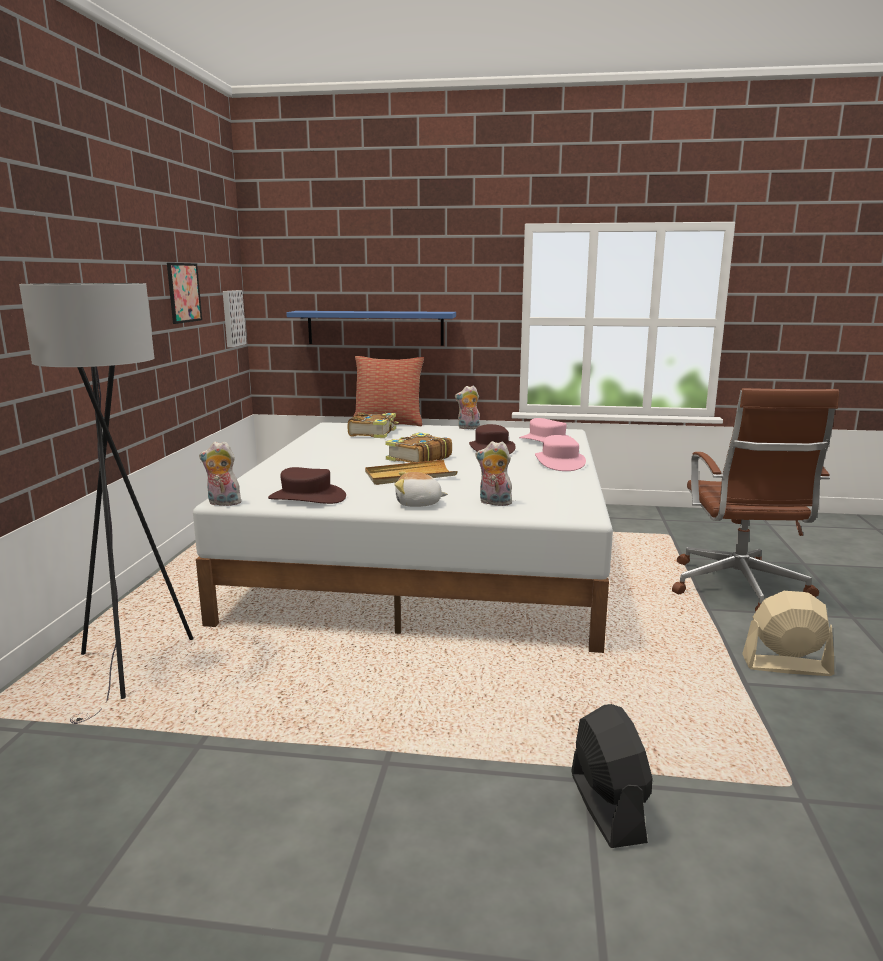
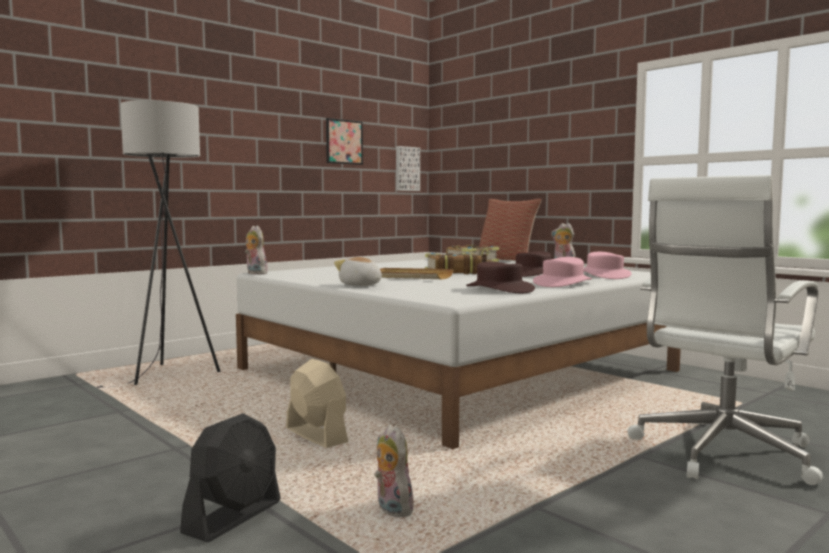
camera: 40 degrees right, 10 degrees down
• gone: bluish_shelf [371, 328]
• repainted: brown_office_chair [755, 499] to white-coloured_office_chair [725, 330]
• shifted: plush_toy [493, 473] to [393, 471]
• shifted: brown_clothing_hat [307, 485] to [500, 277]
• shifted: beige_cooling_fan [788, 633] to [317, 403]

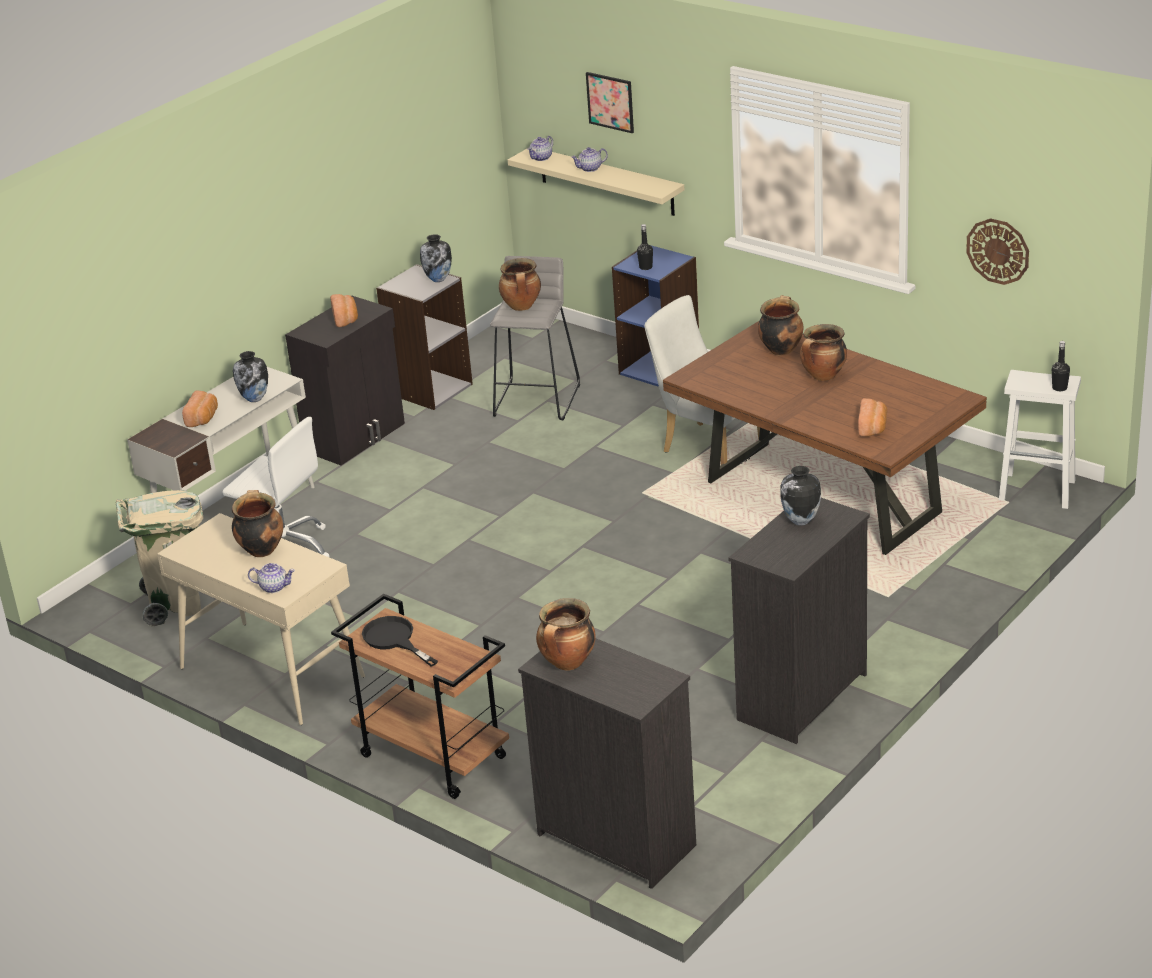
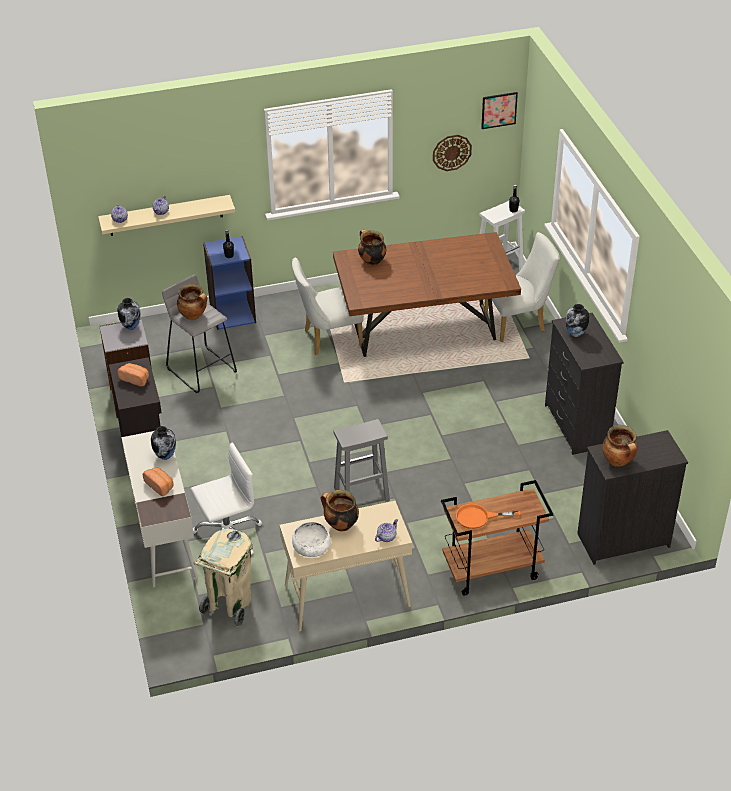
camera: 55 degrees left, 10 degrees up
• shifted: wall_art [610, 102] to [499, 110]
• gone: cooking_pot [823, 352]
• gone: bread [872, 417]
• repainted: blackish_skillet [400, 641] to orange_skillet [488, 516]
• new: white-coloured_chair [522, 287]
• new: greyish_sitting_stool [362, 460]
• new: white-coloured_deep_dish [311, 539]

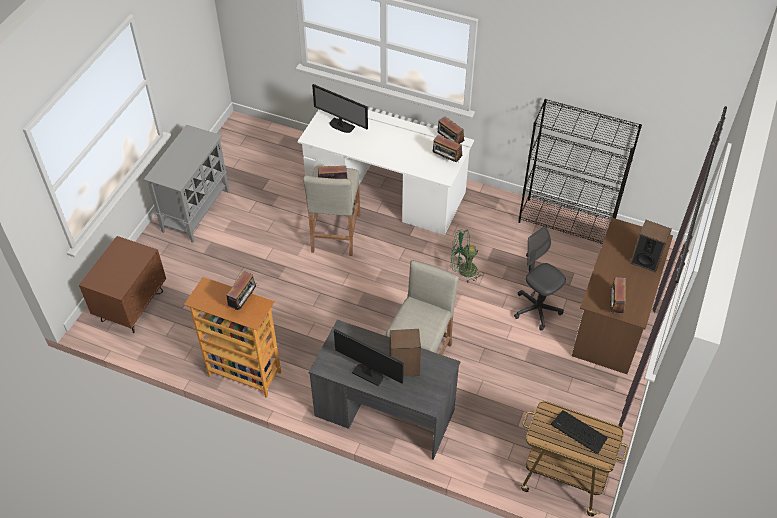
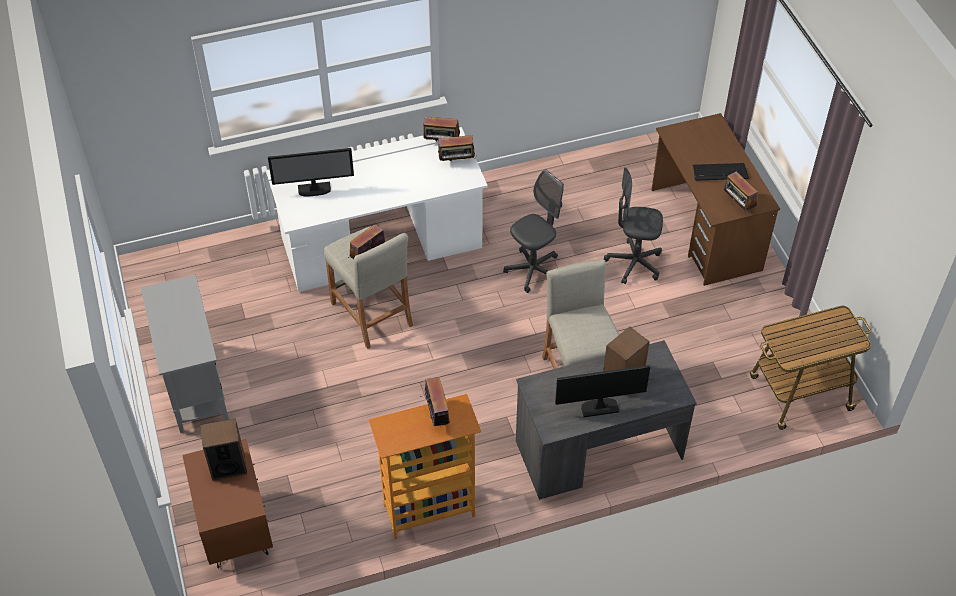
camera: 40 degrees left, 0 degrees up
• gone: blackish_bookshelf [580, 171]
• shifted: audio_speaker [651, 246] to [223, 449]
• swapped: green_cooling_fan [467, 256] to greyish_office_chair [533, 231]
• shifted: PC_keyboard [579, 432] to [721, 171]

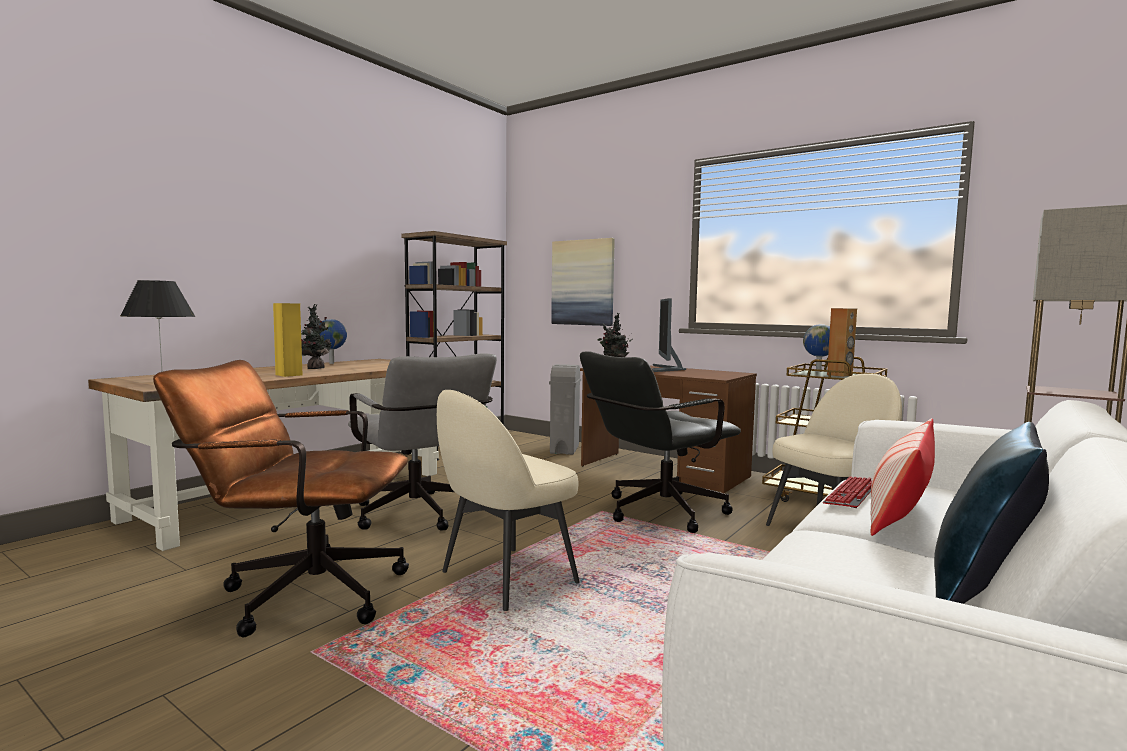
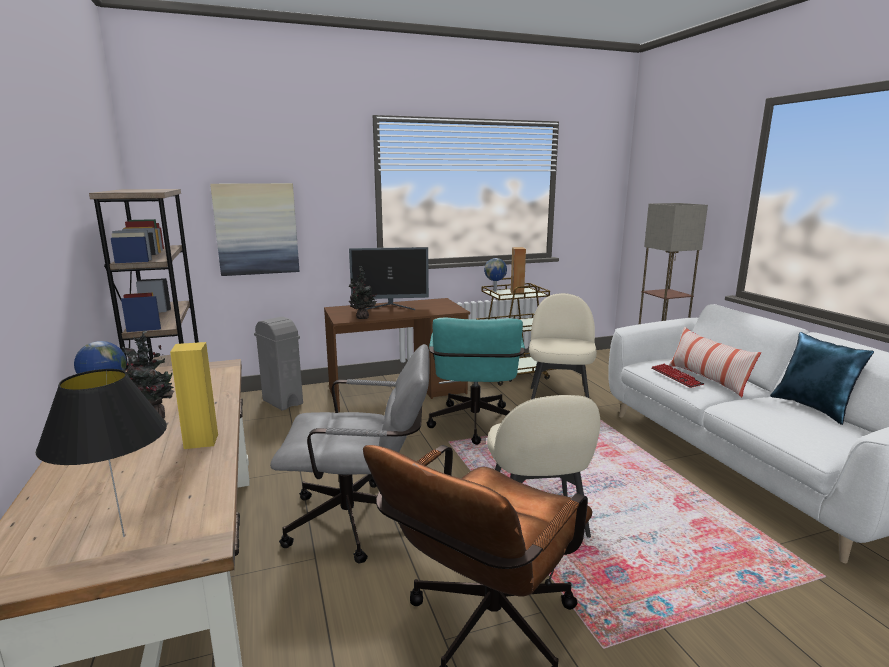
camera: 55 degrees left, 10 degrees up
• rotated: monitor [669, 335] = [389, 278] 45 degrees counterclockwise
• repainted: blackish_office_chair [660, 442] to turquoise-coloured_office_chair [476, 381]

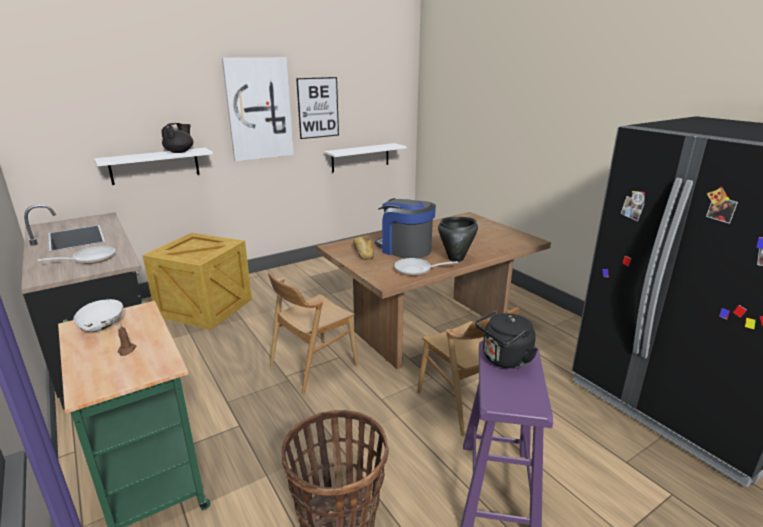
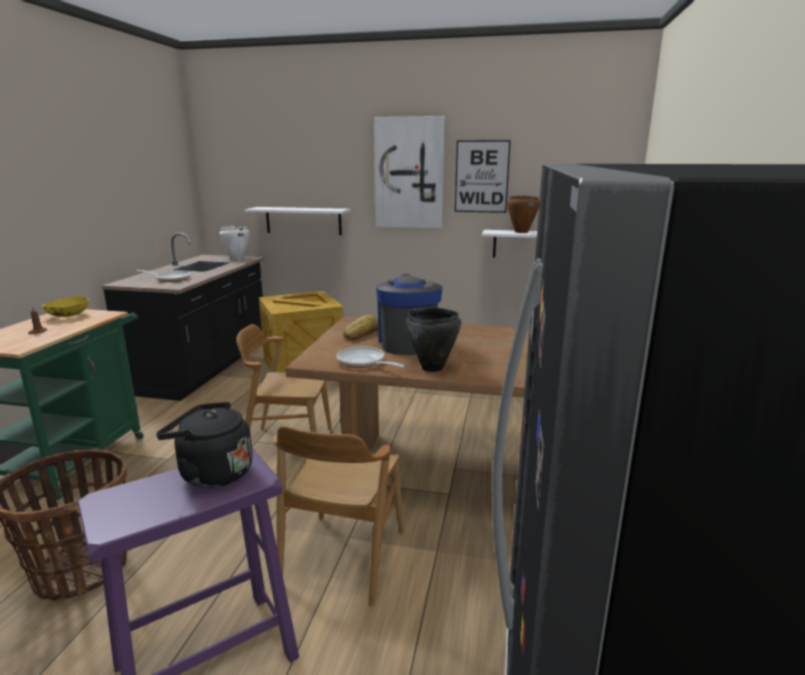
camera: 45 degrees right, 5 degrees down
• gone: blackish_teapot [177, 138]
• repainted: white-coloured_deep_dish [98, 315] to yellow-coloured_deep_dish [65, 306]
• new: brown_cooking_pot [523, 214]
• new: white-coloured_cooking_pot [234, 243]

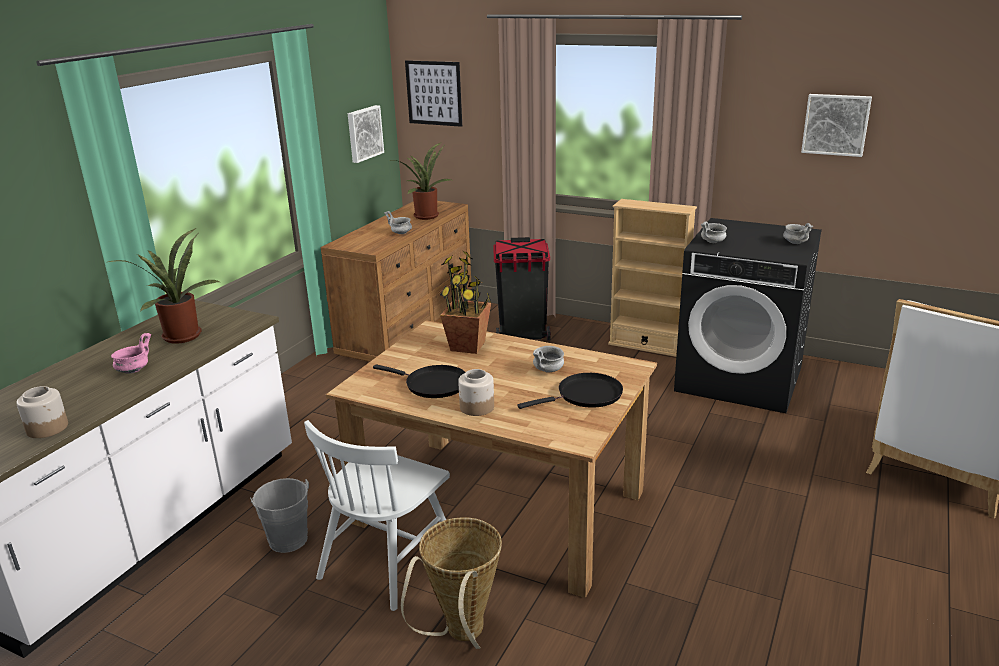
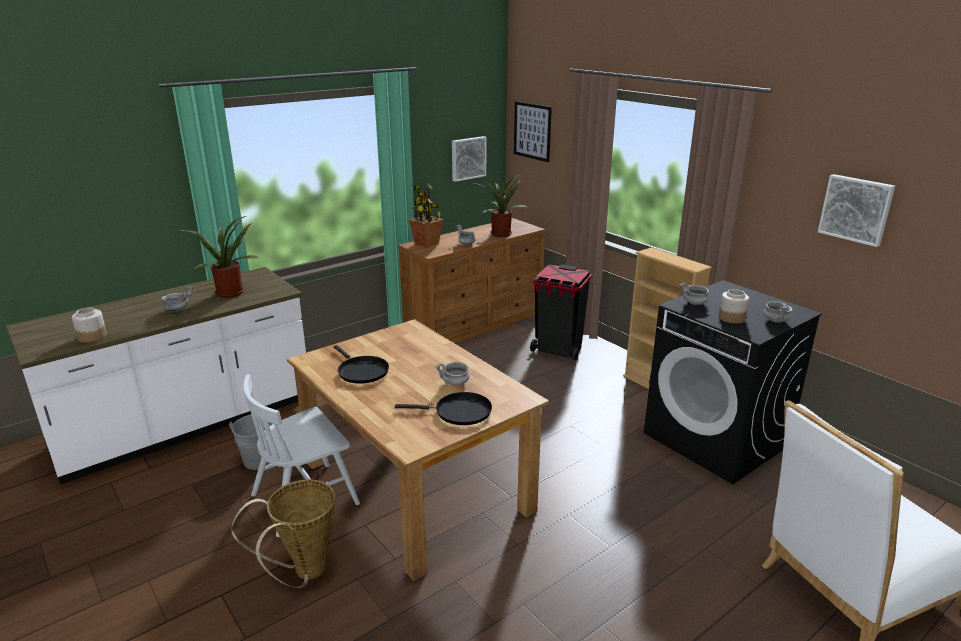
camera: 25 degrees right, 0 degrees up
• shifted: plant_in_a_pot [466, 302] to [426, 216]
• repainted: pink_deep_dish [131, 353] to greyish_deep_dish [178, 298]
• shifted: jar [476, 392] to [734, 306]

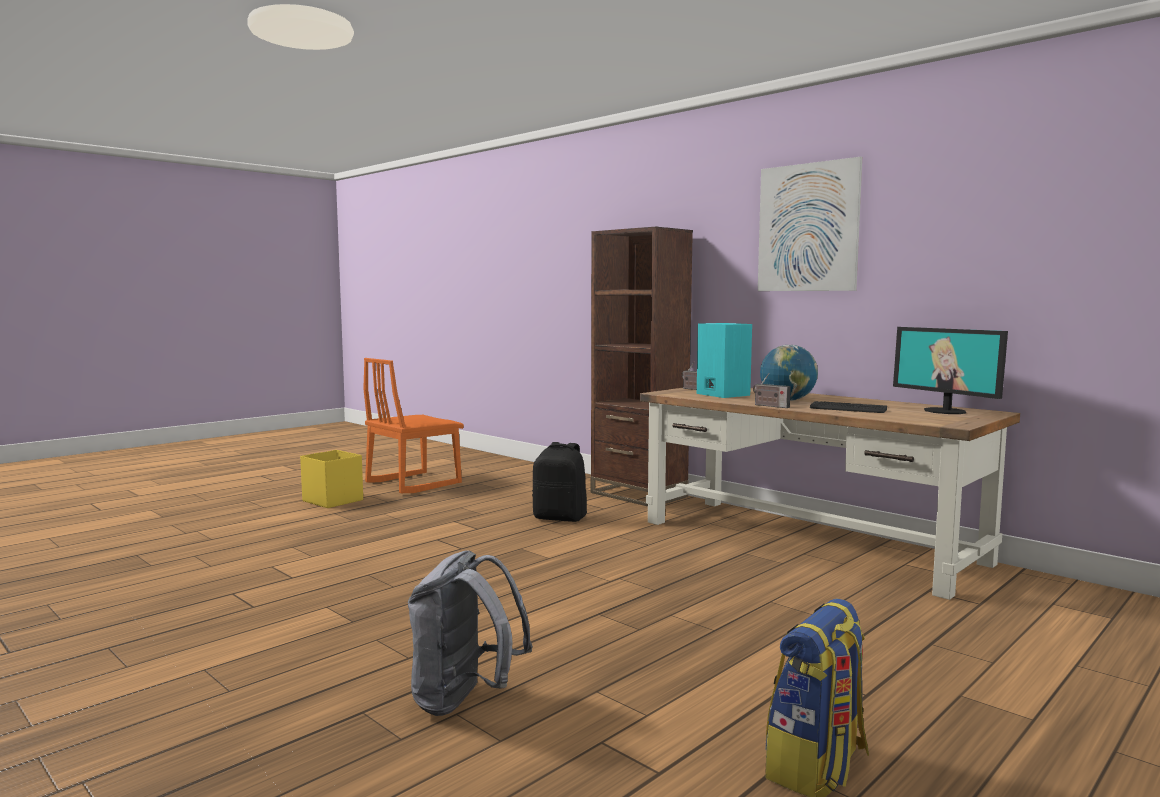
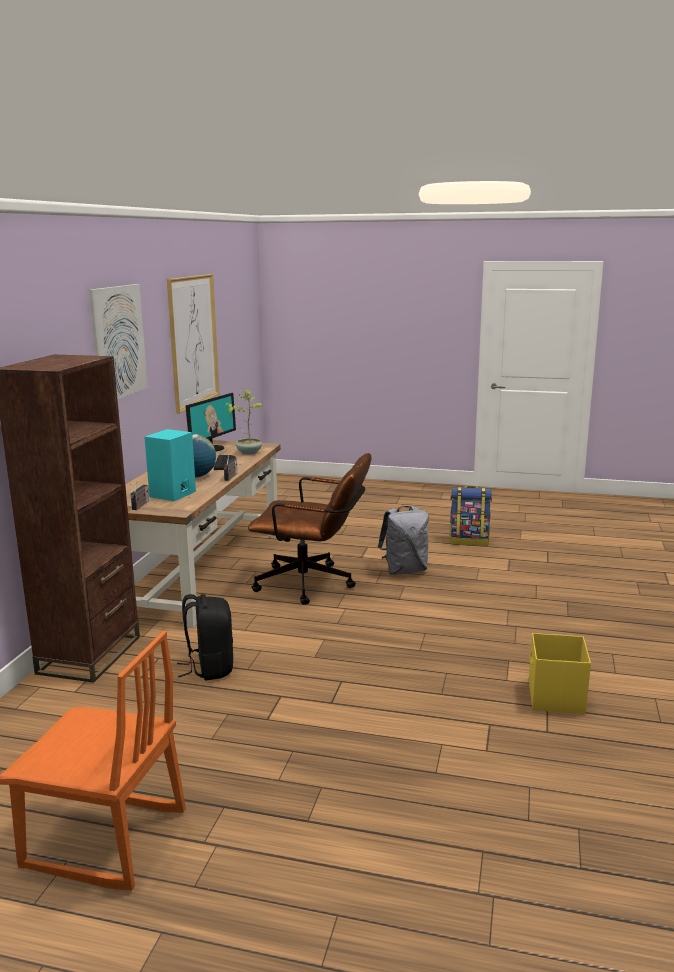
camera: 120 degrees left, 10 degrees up
• shifted: yellow-coloured_storage_box [331, 479] to [560, 673]
• shifted: greyish_rucksack [470, 633] to [403, 540]
• new: wall_art [193, 344]
• new: plant_in_a_pot [244, 421]
• new: brown_office_chair [310, 529]

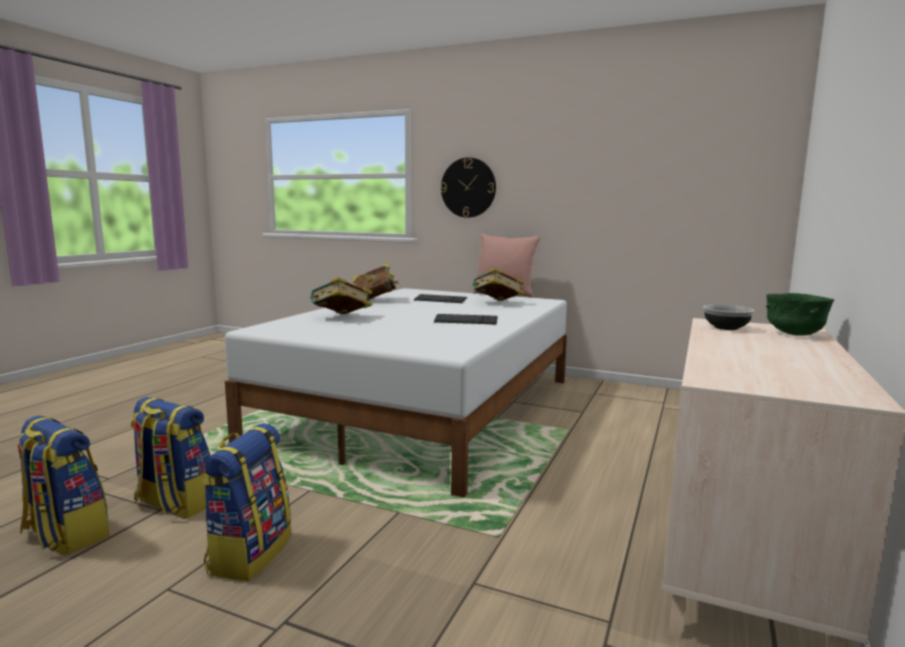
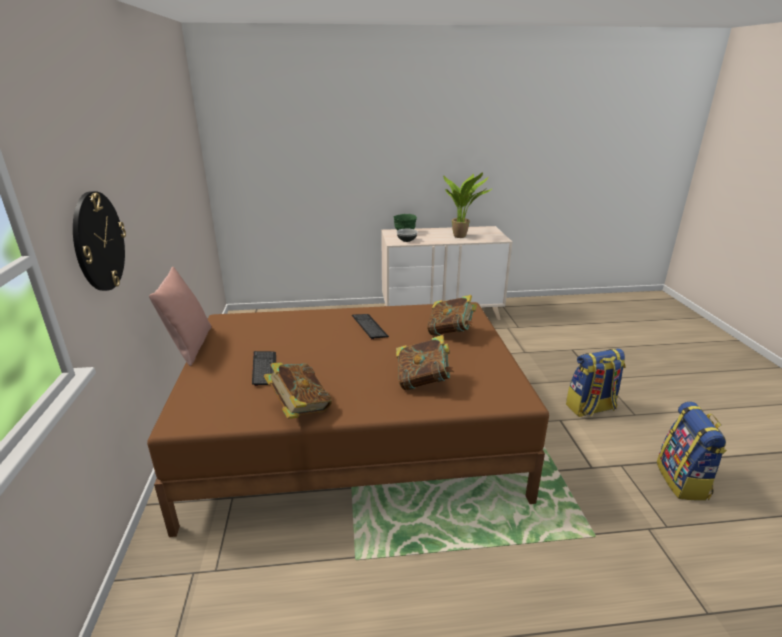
camera: 120 degrees left, 15 degrees up
• shifted: bound_book [498, 284] to [452, 315]
• repainted: white-coloured_bed [396, 393] to brown_bed [348, 419]
• gone: rucksack [170, 458]
• new: plant_in_a_pot [468, 205]

